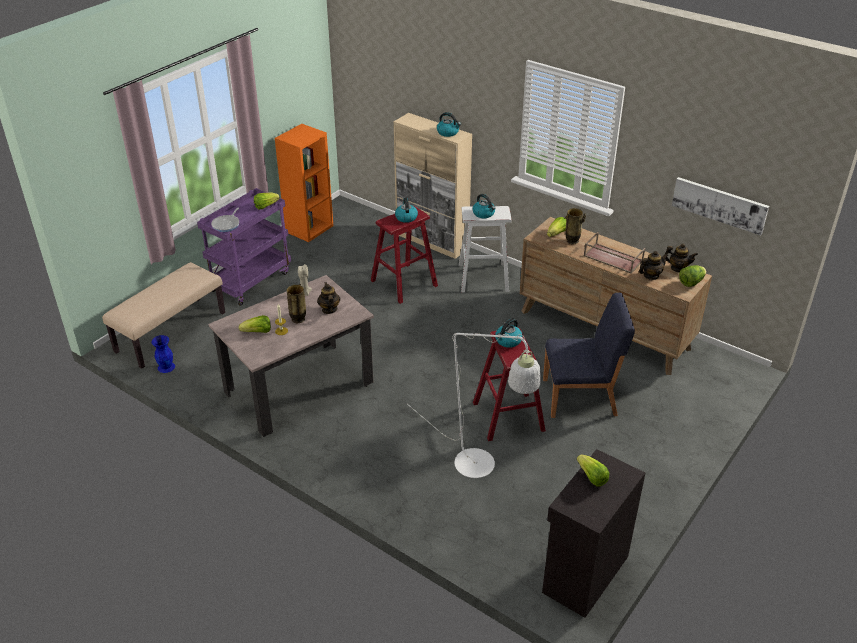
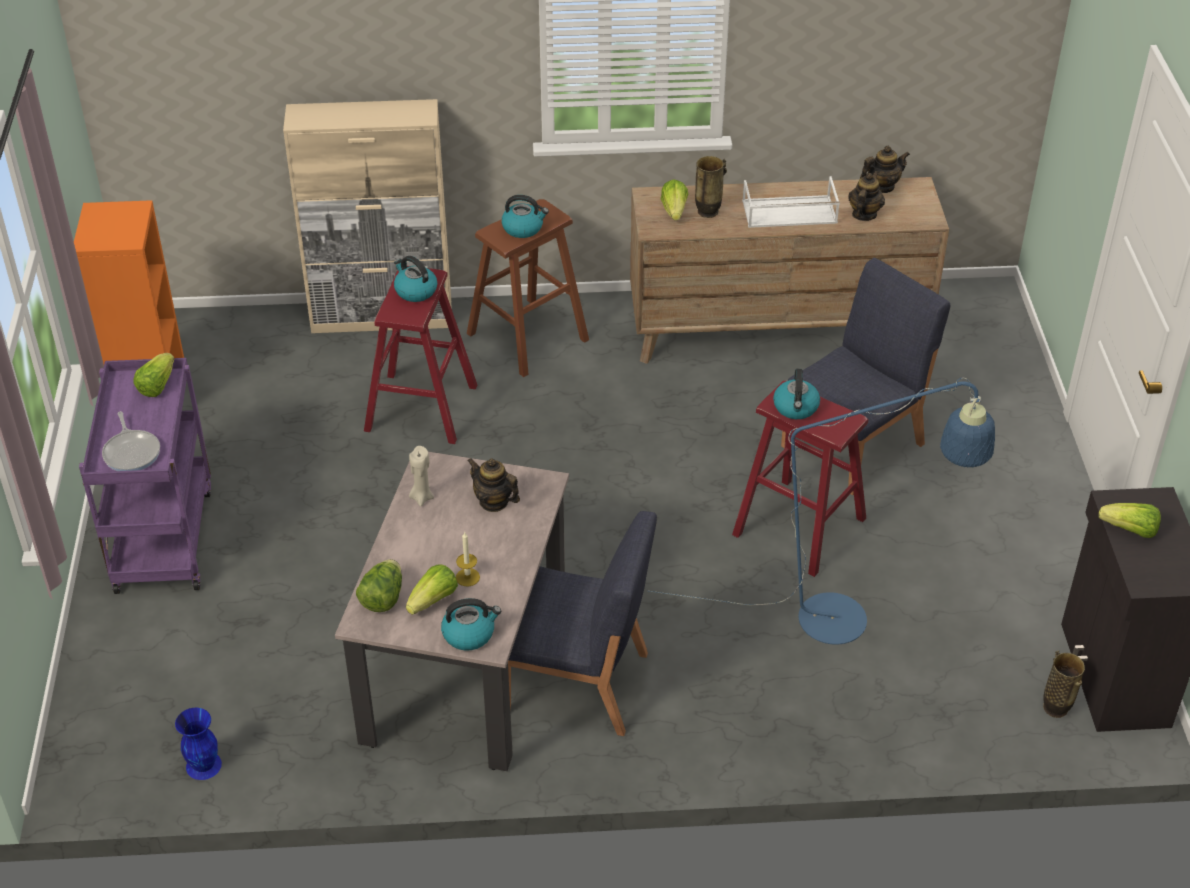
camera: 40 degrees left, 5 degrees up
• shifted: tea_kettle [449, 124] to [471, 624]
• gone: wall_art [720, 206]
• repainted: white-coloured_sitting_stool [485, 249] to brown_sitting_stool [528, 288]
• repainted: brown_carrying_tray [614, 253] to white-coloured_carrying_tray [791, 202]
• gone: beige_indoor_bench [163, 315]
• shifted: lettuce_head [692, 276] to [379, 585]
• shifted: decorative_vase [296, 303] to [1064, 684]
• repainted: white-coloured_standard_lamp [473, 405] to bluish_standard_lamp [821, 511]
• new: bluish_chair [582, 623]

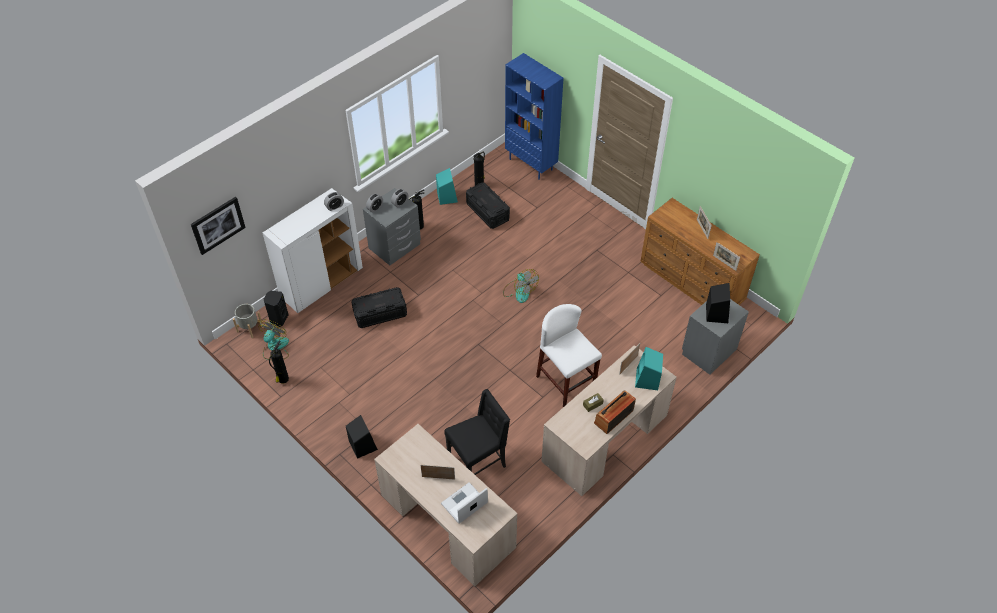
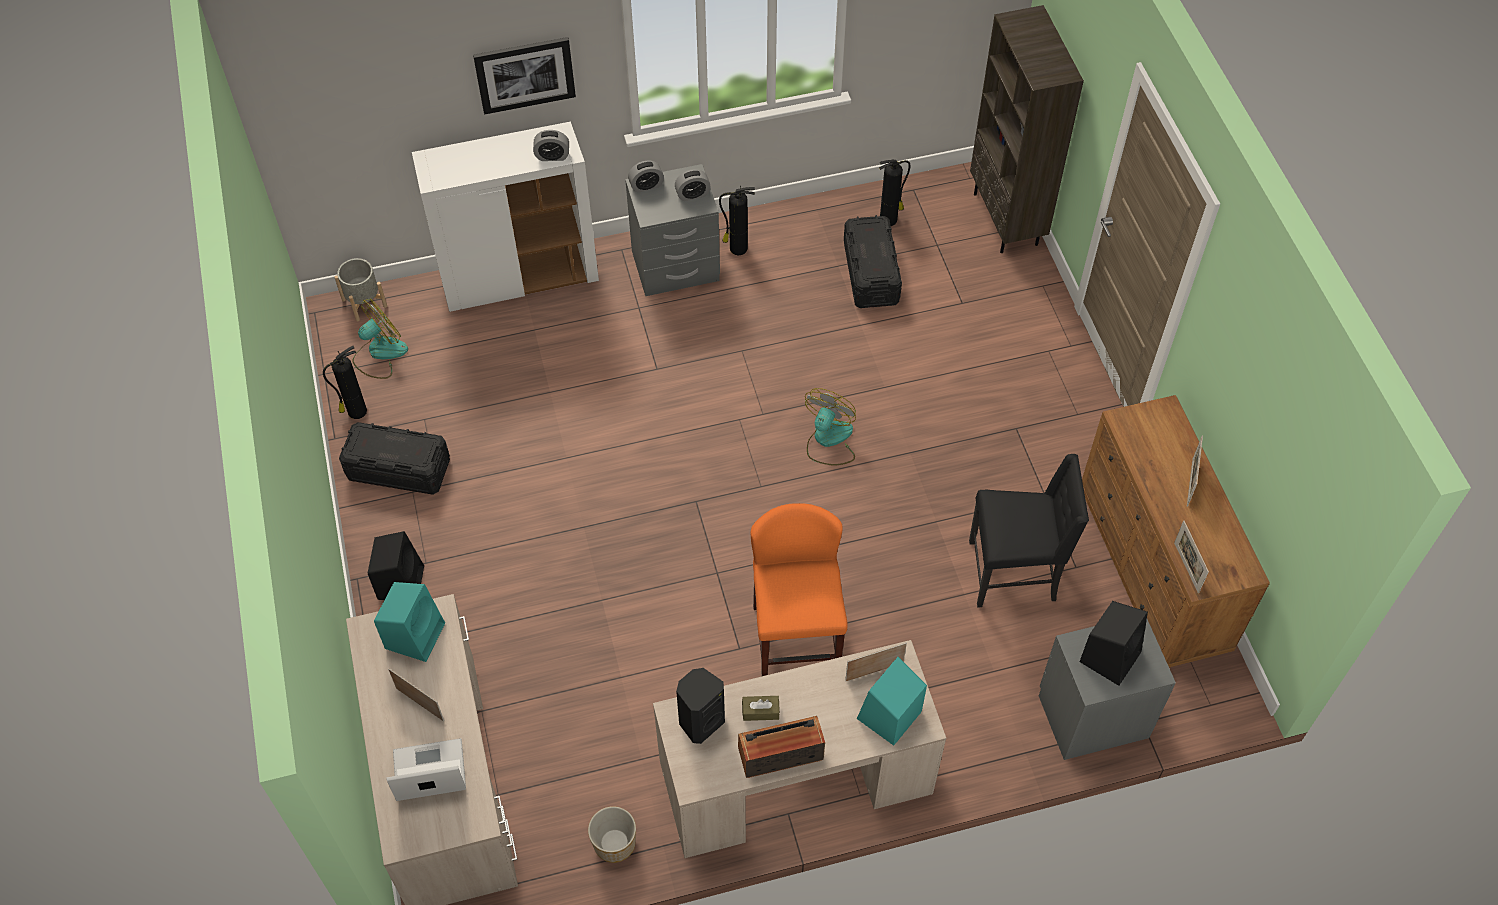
camera: 30 degrees right, 5 degrees up
• repainted: bluish_bookshelf [534, 116] to brown_bookshelf [1027, 129]
• shifted: turquoise-coloured_audio_speaker [447, 186] to [409, 622]
• shifted: wall_art [218, 226] to [524, 75]
• rotated: cooling_fan [521, 286] = [830, 427] 150 degrees counterclockwise
• shifted: blackish_storage_box [379, 307] to [394, 458]
• shifted: blackish_audio_speaker [276, 309] to [700, 706]
• repainted: white-coloured_sitting_stool [569, 355] to orange_sitting_stool [799, 589]
• shifted: blackish_chair [477, 432] to [1029, 530]
• new: plant_pot [612, 834]

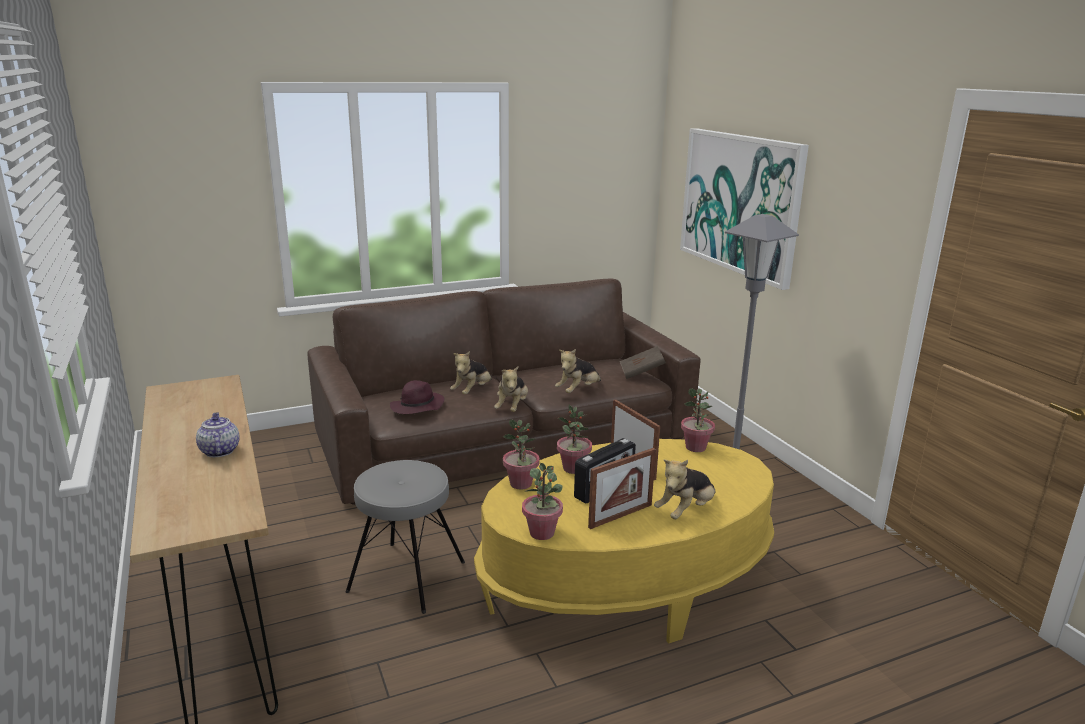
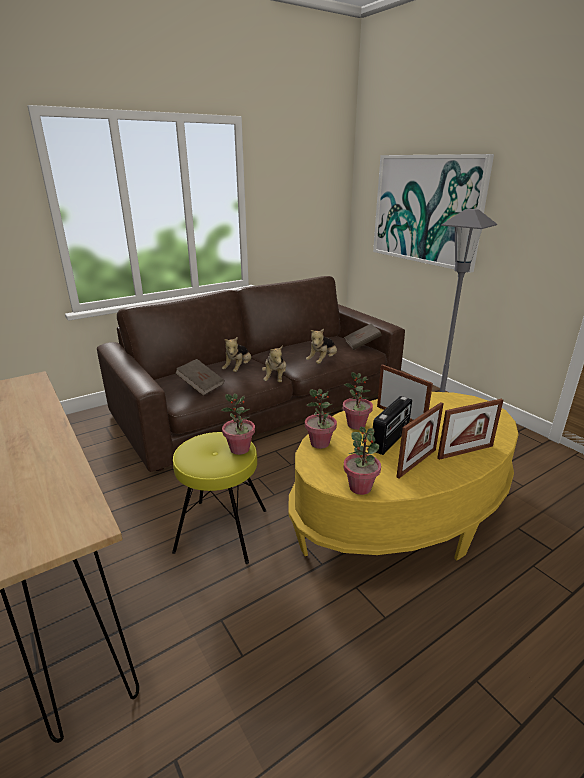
camera: 10 degrees left, 5 degrees up
• swapped: purple_clothing_hat [417, 397] to brown_bound_book [200, 377]
• shifted: plant_in_a_pot [698, 420] to [238, 424]
• gone: teapot [218, 434]
• repainted: greyish_sitting_stool [405, 537] to yellow-coloured_sitting_stool [219, 498]
• swapped: plush_toy [684, 490] to standing_frame [470, 429]

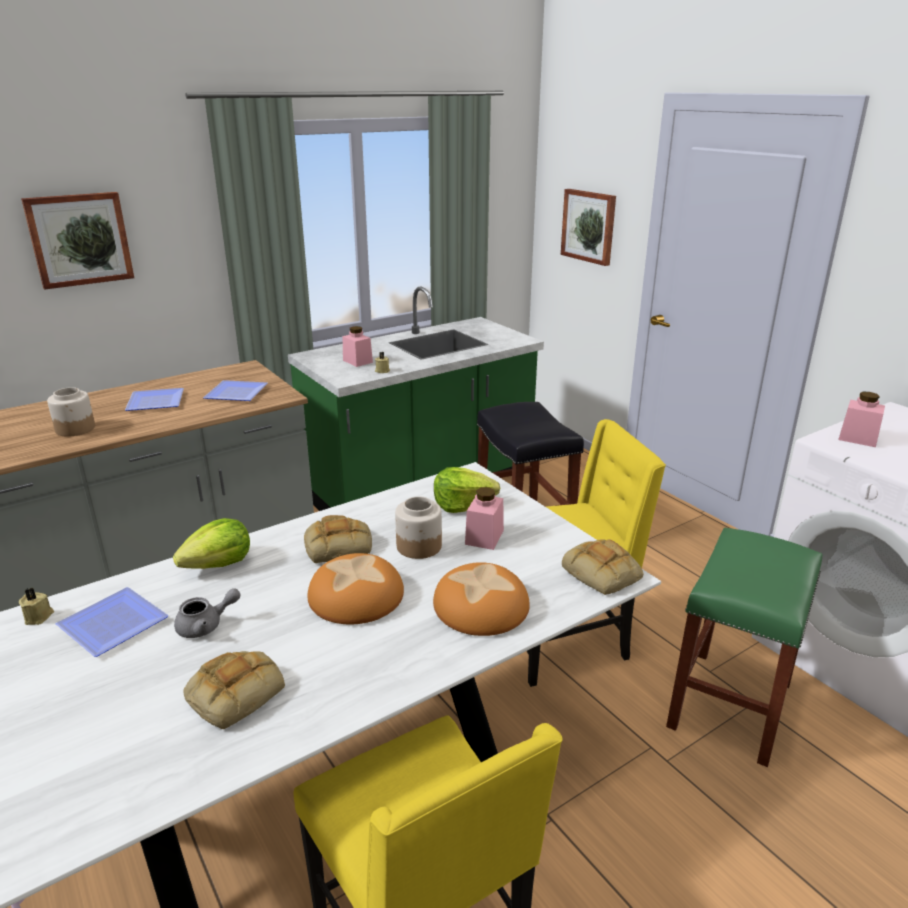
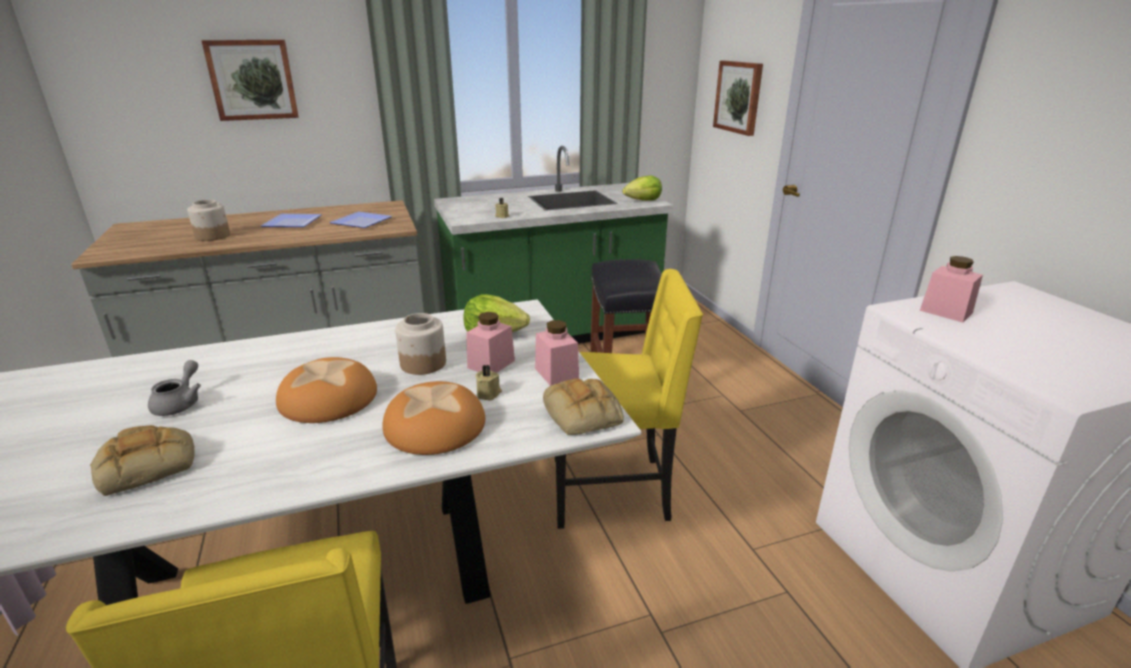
camera: 15 degrees right, 0 degrees up
• shifted: pink_jar [358, 346] to [557, 353]
• gone: bread [338, 539]
• shifted: lettuce_head [211, 543] to [642, 188]
• gone: green_sitting_stool [744, 647]
• gone: flat_dish [112, 622]
• shifted: beige_candle [36, 606] to [488, 382]
• rotated: greyish_teapot [207, 613] = [174, 388] 75 degrees counterclockwise

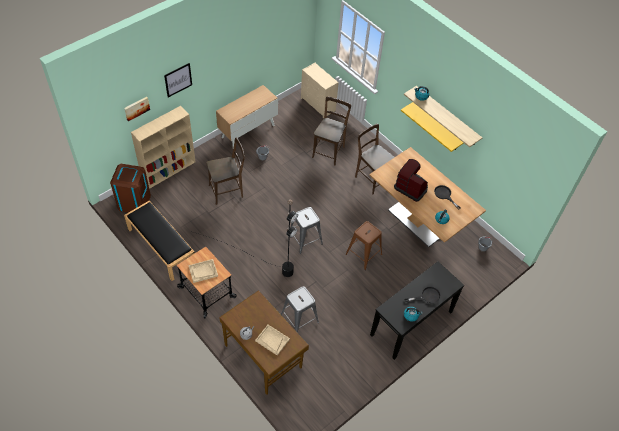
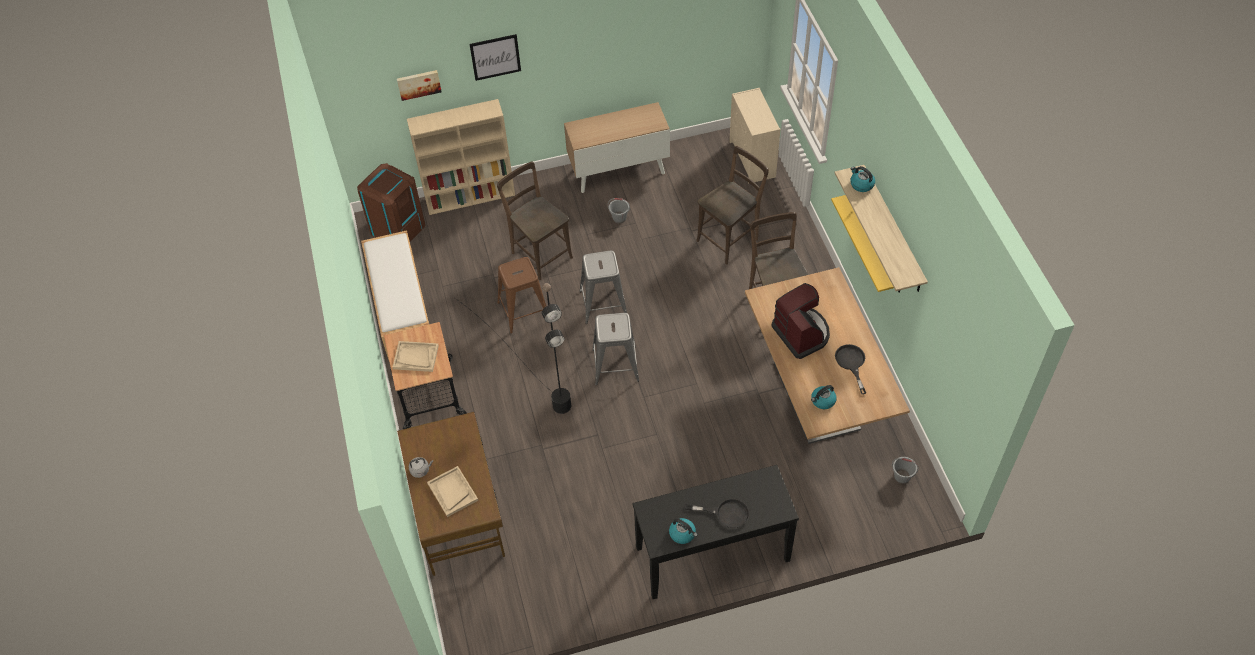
camera: 30 degrees right, 0 degrees up
• rotated: brown_chair [225, 171] = [535, 220] 135 degrees counterclockwise
• repainted: blackish_indoor_bench [159, 241] to white-coloured_indoor_bench [395, 295]
• shifted: brown_sitting_stool [364, 245] to [521, 295]
• shifted: greyish_sitting_stool [300, 309] to [603, 287]

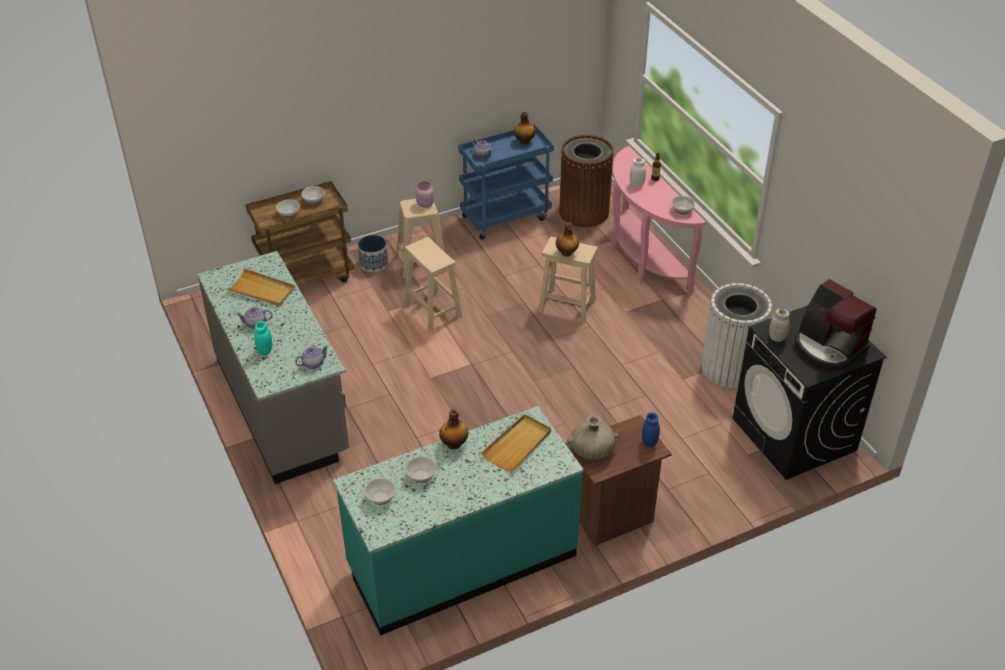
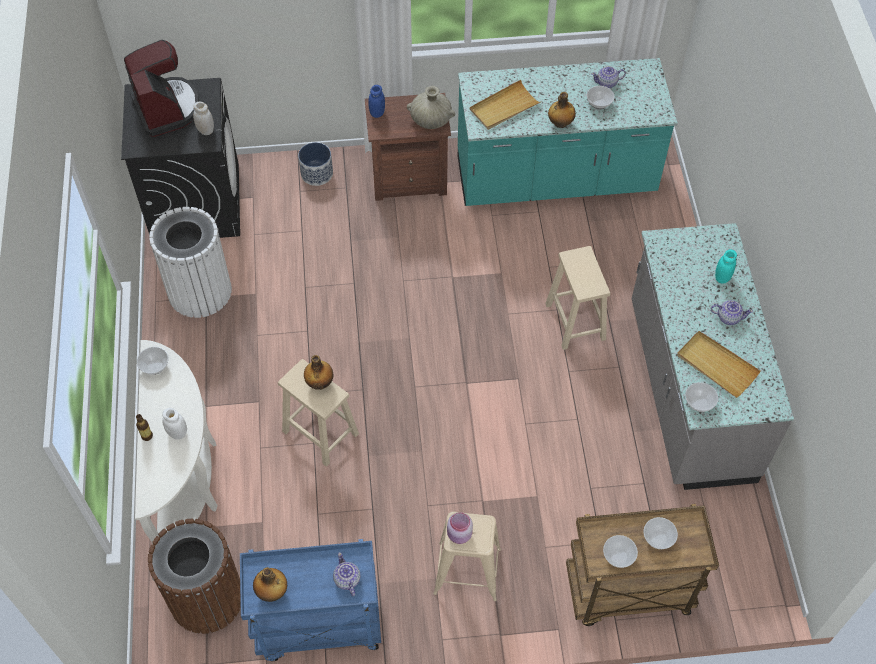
camera: 160 degrees left, 15 degrees up
• repainted: pink_console_table [658, 220] to white-coloured_console_table [176, 442]
• shifted: plant_pot [373, 253] to [315, 164]
• shifted: beige_sitting_stool [433, 284] to [577, 298]
• shifted: teapot [312, 357] to [608, 77]
• shifted: deep_dish [380, 491] to [701, 397]

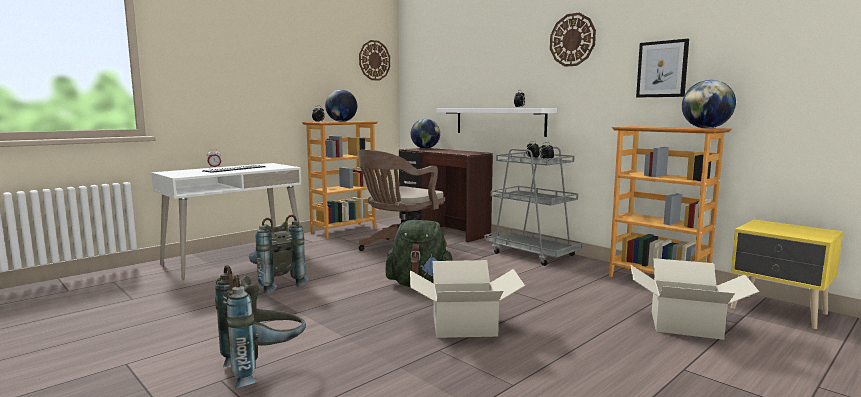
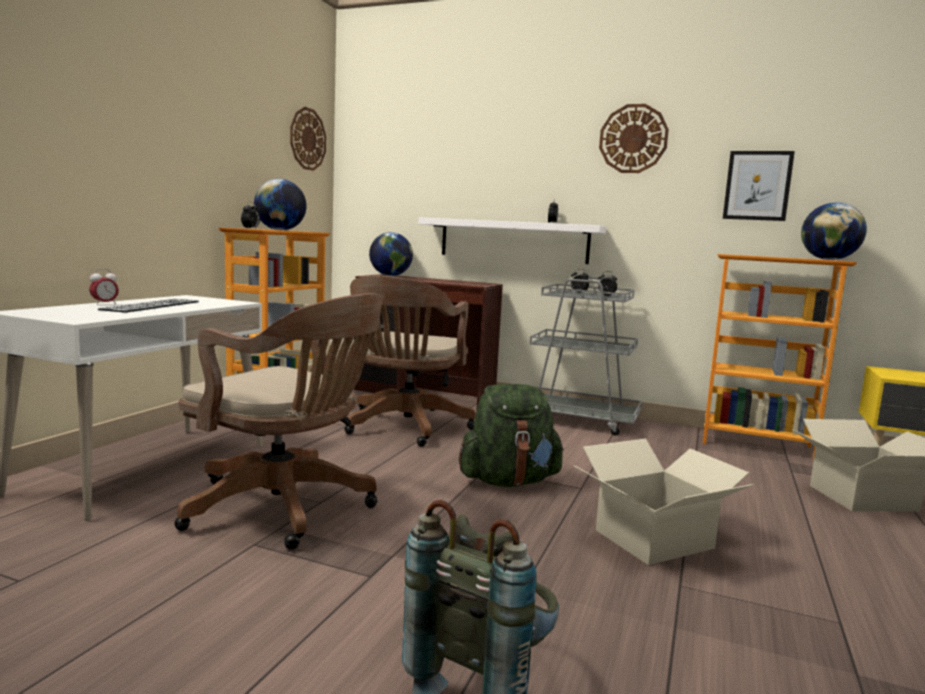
camera: 25 degrees left, 0 degrees up
• swapped: greyish_rucksack [278, 254] to brown_office_chair [278, 421]

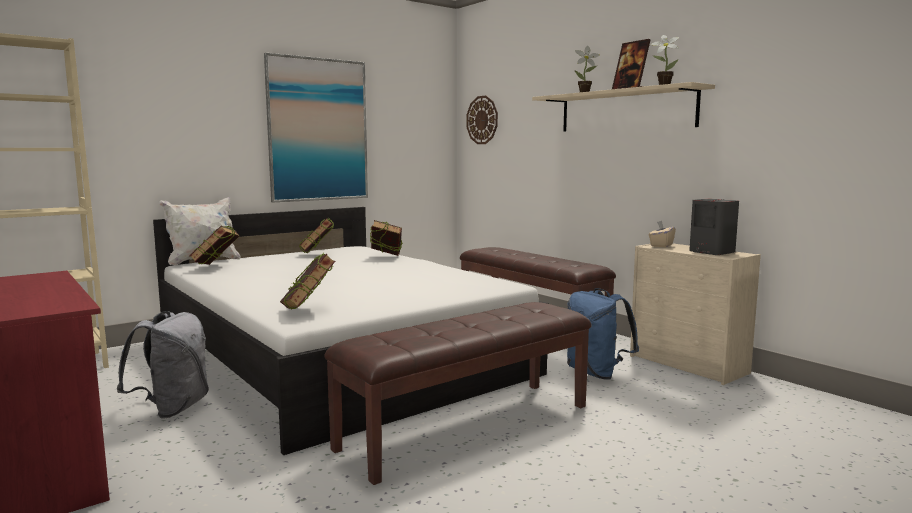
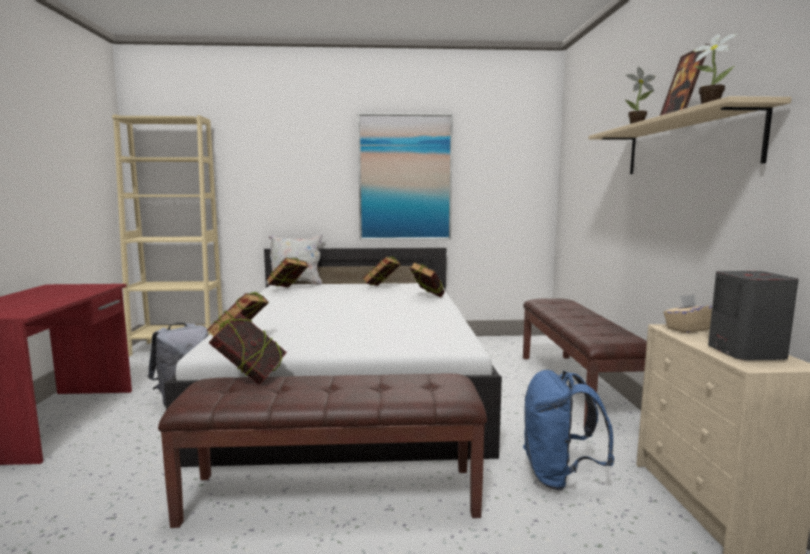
camera: 35 degrees right, 0 degrees up
• gone: clock_on_the_wall [482, 120]
• new: bound_book [248, 349]

